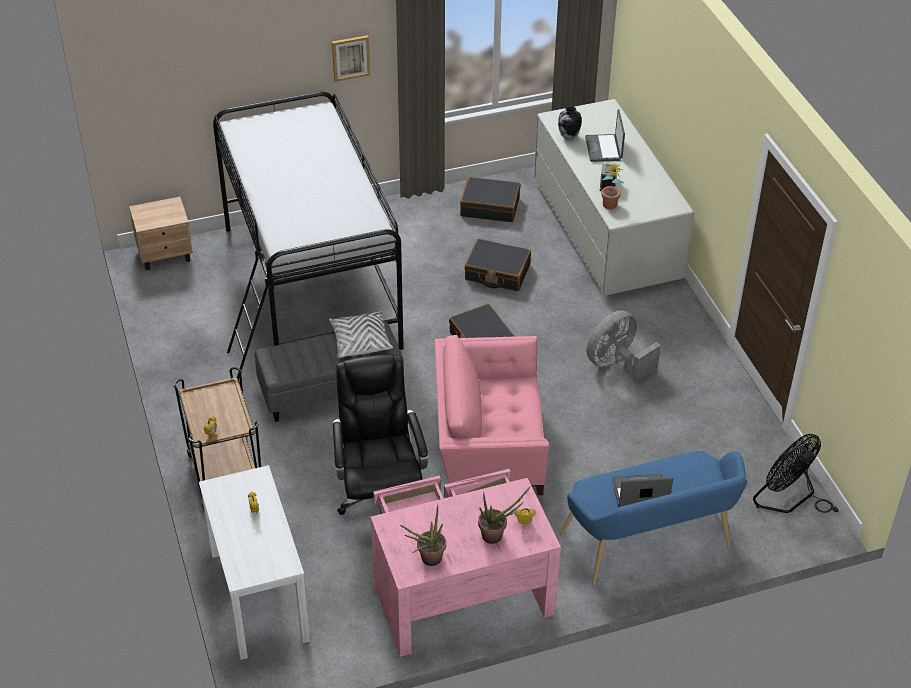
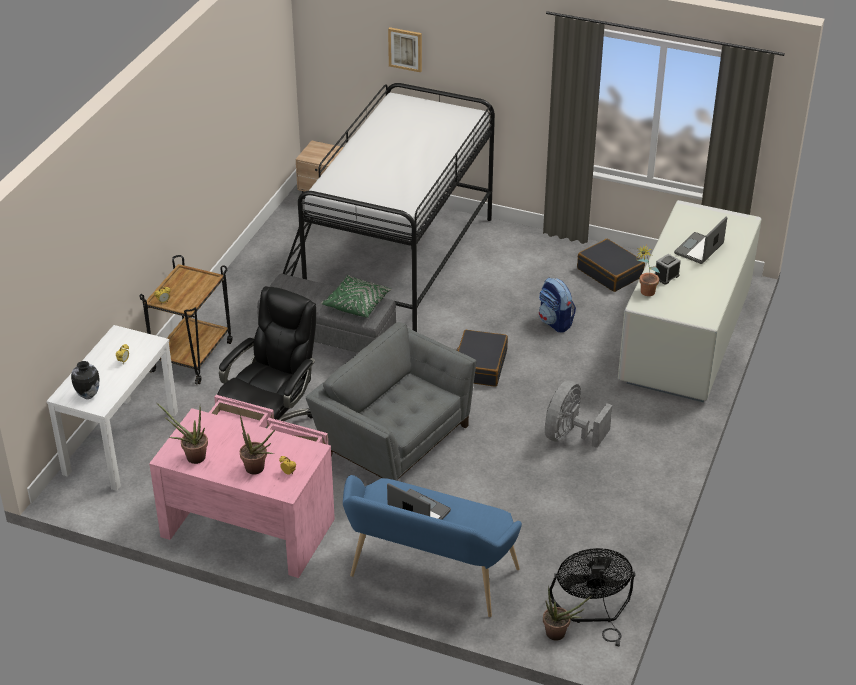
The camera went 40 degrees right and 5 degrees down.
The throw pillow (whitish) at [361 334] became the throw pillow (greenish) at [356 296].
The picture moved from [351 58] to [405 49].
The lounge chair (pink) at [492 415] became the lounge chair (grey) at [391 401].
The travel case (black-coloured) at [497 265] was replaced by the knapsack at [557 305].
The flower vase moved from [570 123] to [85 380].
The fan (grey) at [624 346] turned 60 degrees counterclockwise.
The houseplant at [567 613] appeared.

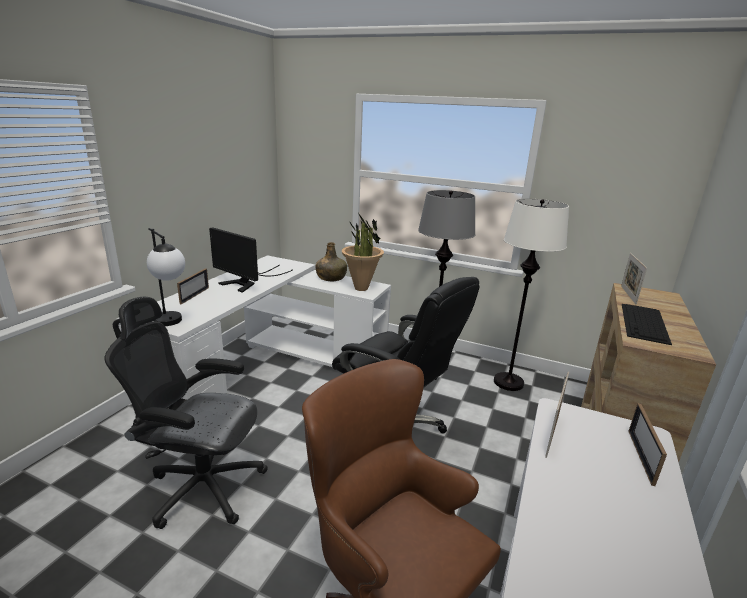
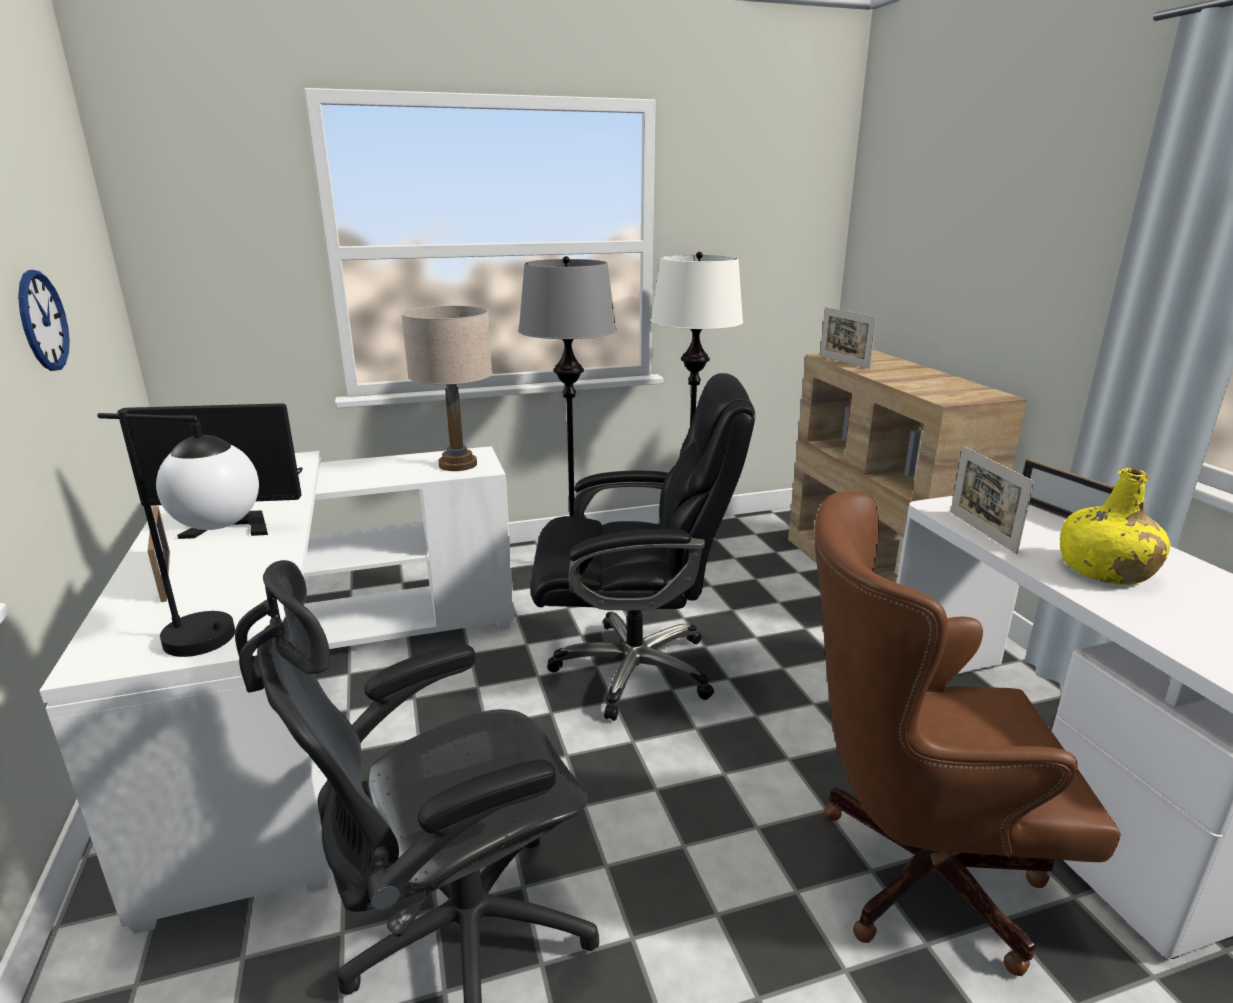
The camera went 40 degrees left and 0 degrees up.
The drink bottle (greenish) at [331 261] disappeared.
The houseplant at [363 252] was replaced by the table lamp (sand-coloured) at [446 388].
The PC keyboard at [647 324] disappeared.
The wall clock at [44 320] appeared.
The drink bottle (yellow-coloured) at [1115 526] appeared.

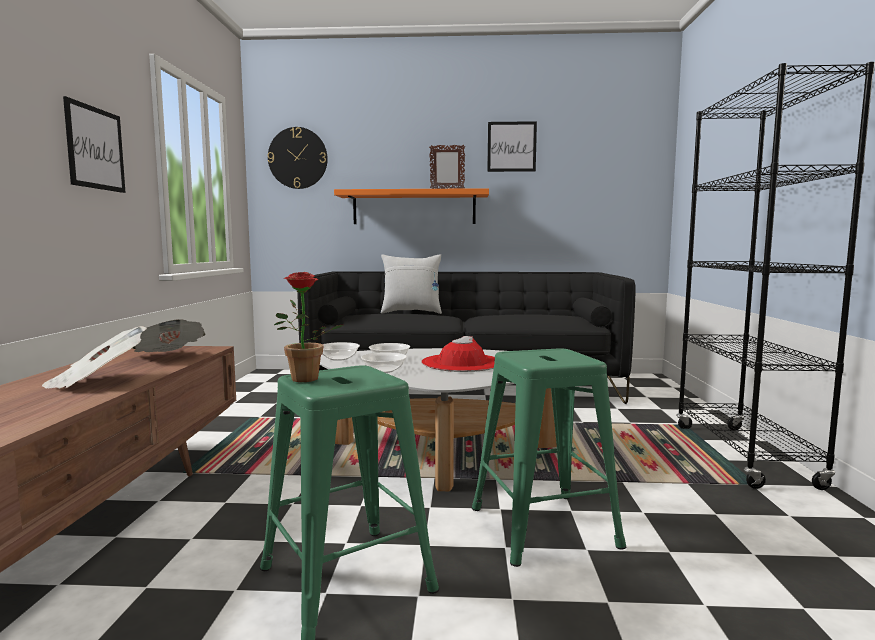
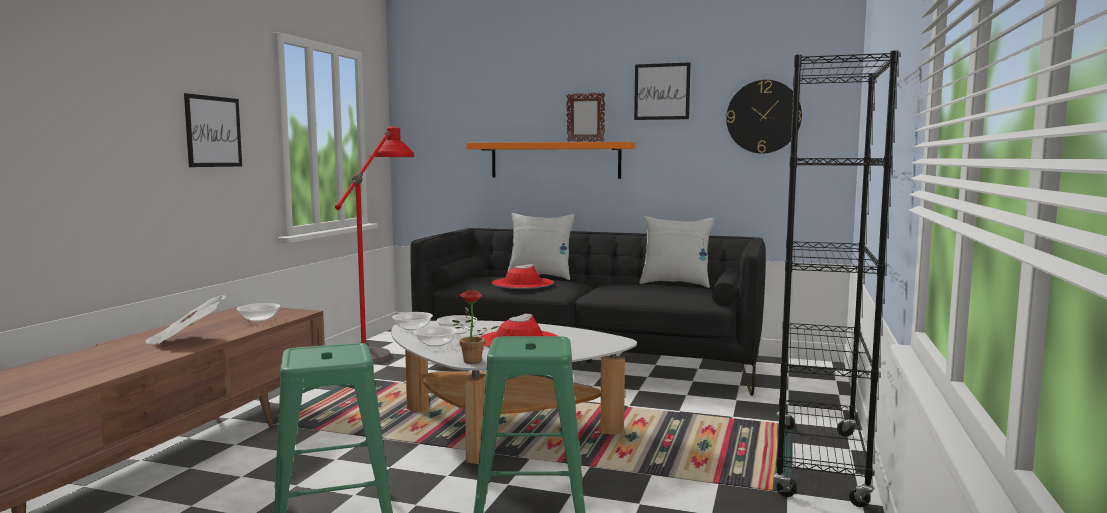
The camera went 15 degrees right and 0 degrees up.
The printed paper at [168 335] was replaced by the bowl at [258 312].
The wall clock moved from [297 158] to [764 117].
The houseplant moved from [308 327] to [475 327].
The floor lamp (red) at [374 245] appeared.
The hat (red) at [522 276] appeared.
The throw pillow (grey) at [676 252] appeared.

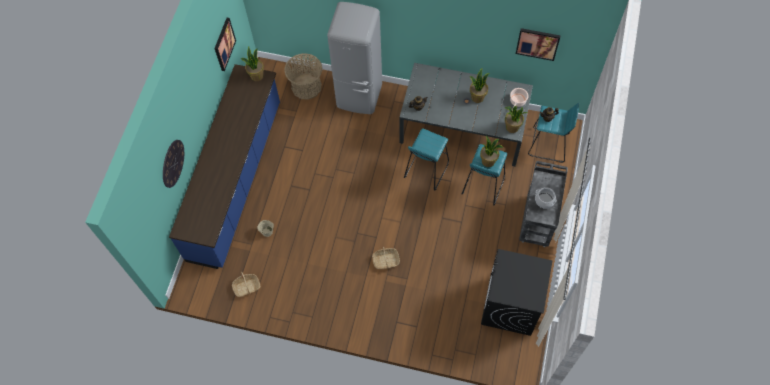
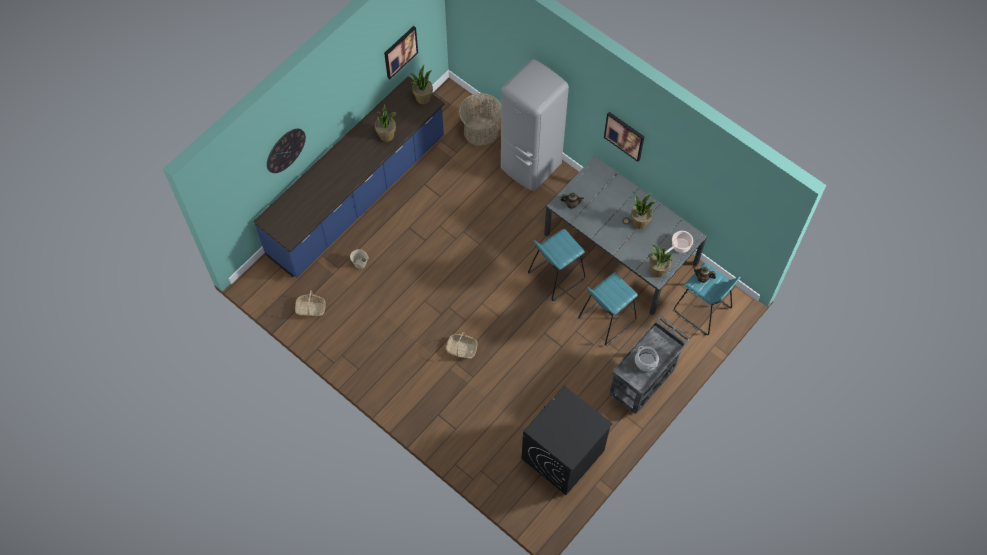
The camera went 25 degrees right and 0 degrees up.
The houseplant moved from [491 151] to [386 123].
The picture moved from [538 44] to [624 137].

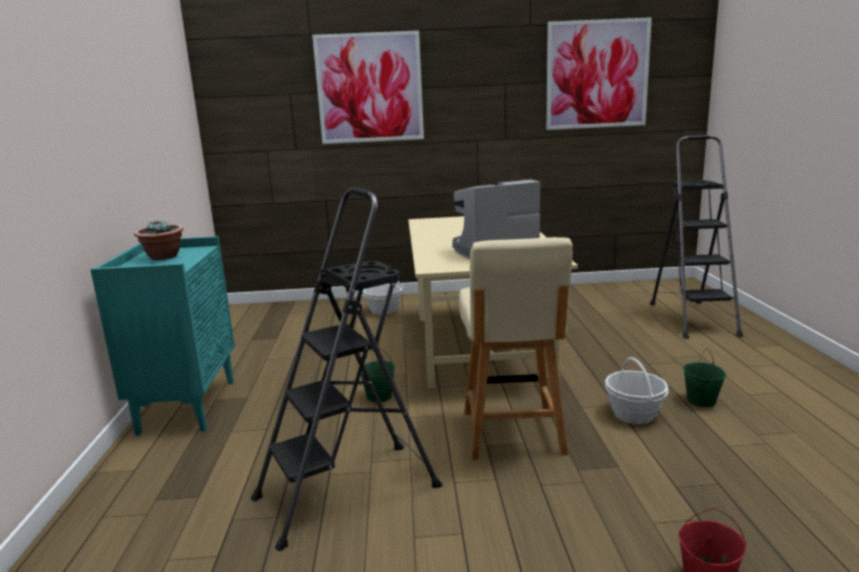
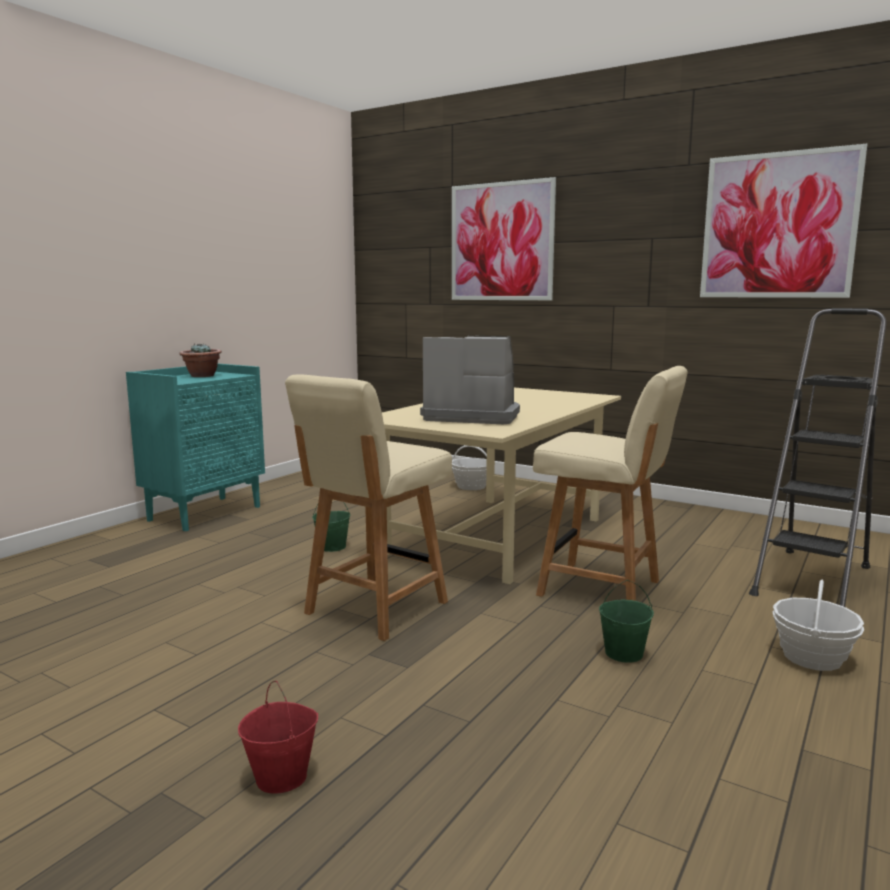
The camera went 35 degrees right and 5 degrees down.
The step stool at [347 369] disappeared.
The storage basket moved from [636 390] to [818 625].
The chair (sand-coloured) at [610 483] appeared.

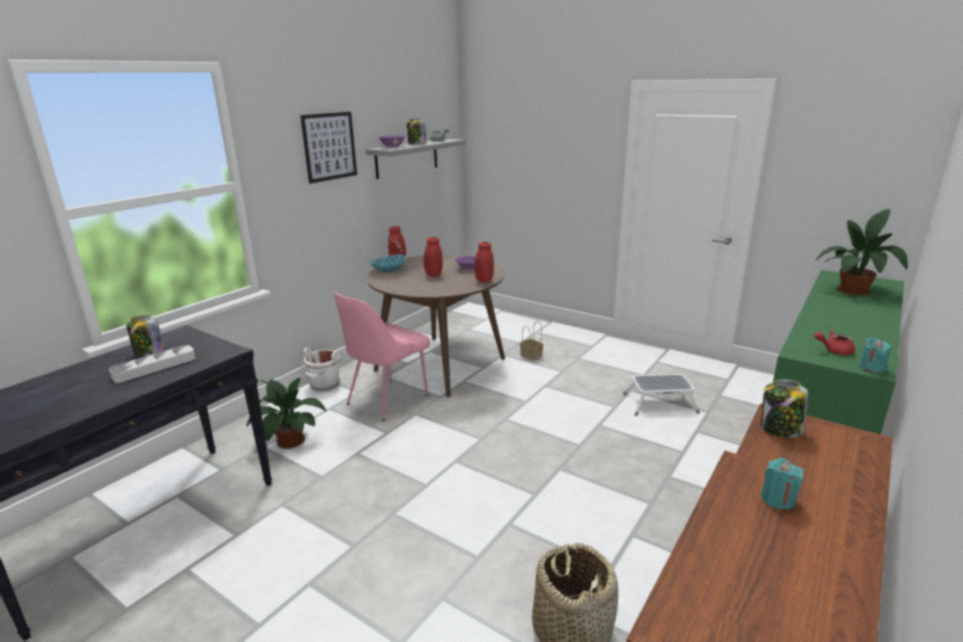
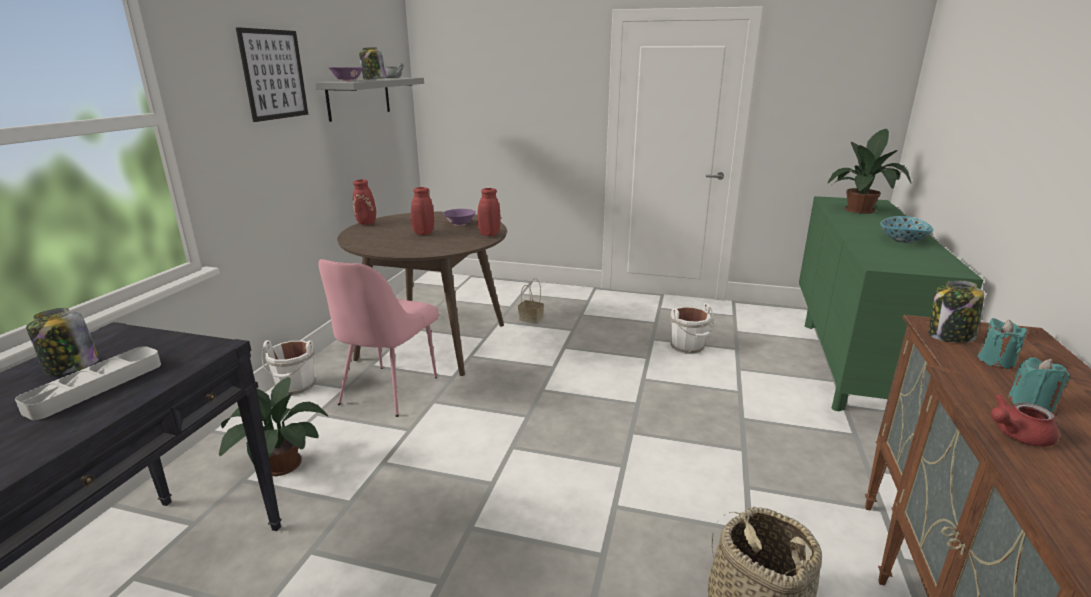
The camera went 20 degrees left and 0 degrees up.
The bowl moved from [387 263] to [906 229].
The step stool (grey) at [661 395] was replaced by the pail (whitish) at [692 328].
The teapot (red) moved from [834 342] to [1025 420].
The wax light (blue-green) moved from [875 355] to [1002 343].

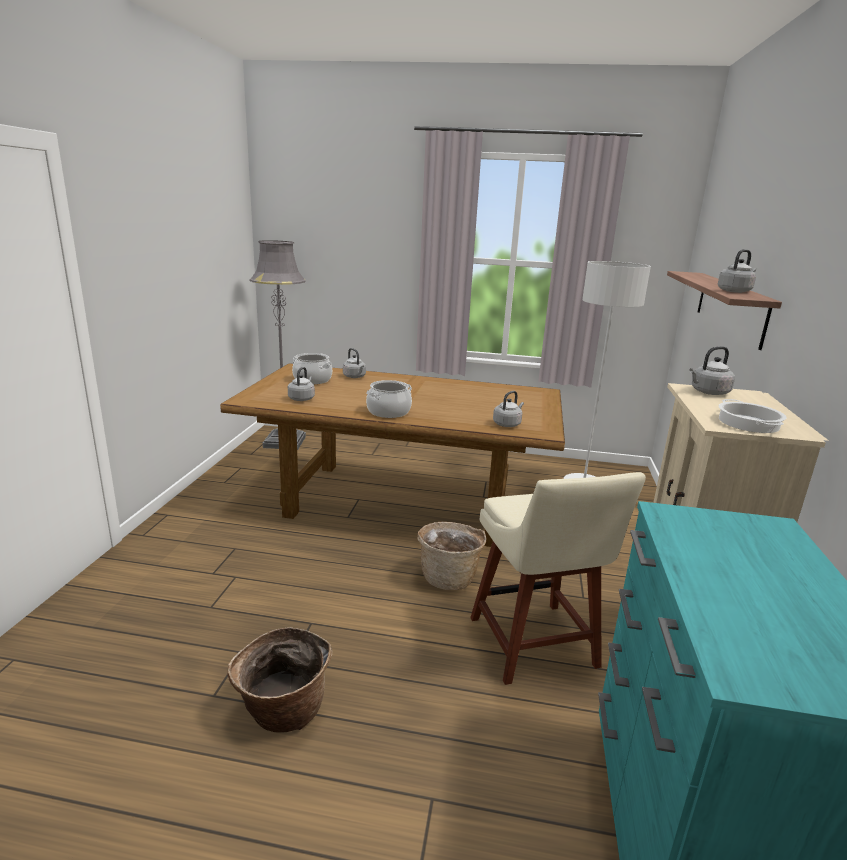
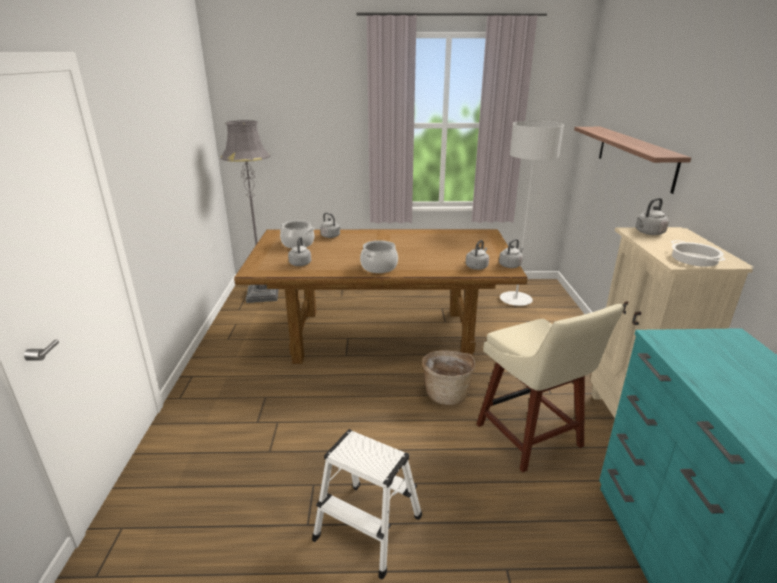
The camera went 10 degrees left and 5 degrees up.
The storage basket at [280 680] was replaced by the step stool (whitish) at [367 504].
The kettle (grey) moved from [737 271] to [511 253].

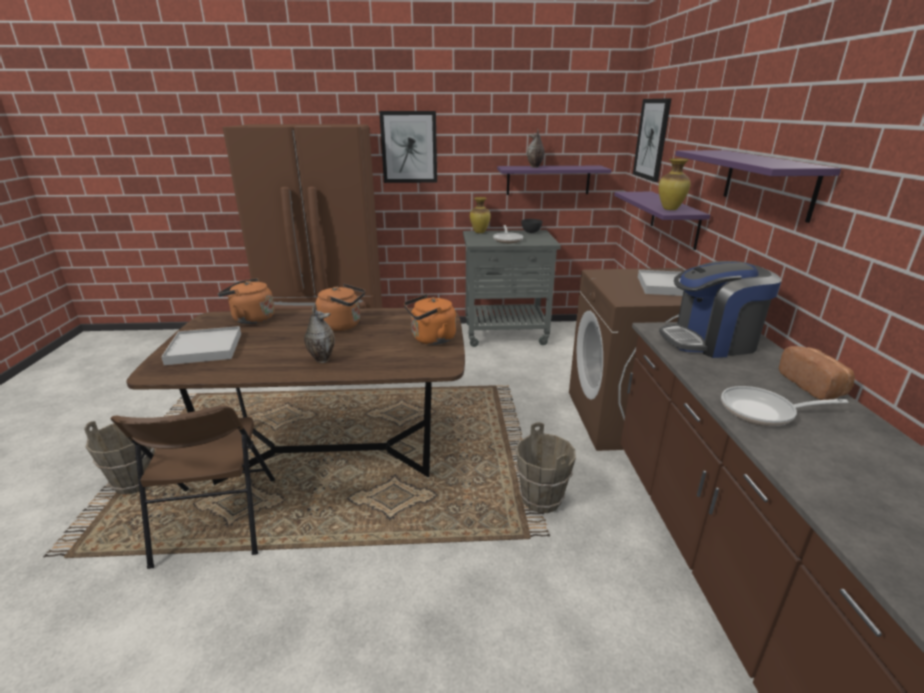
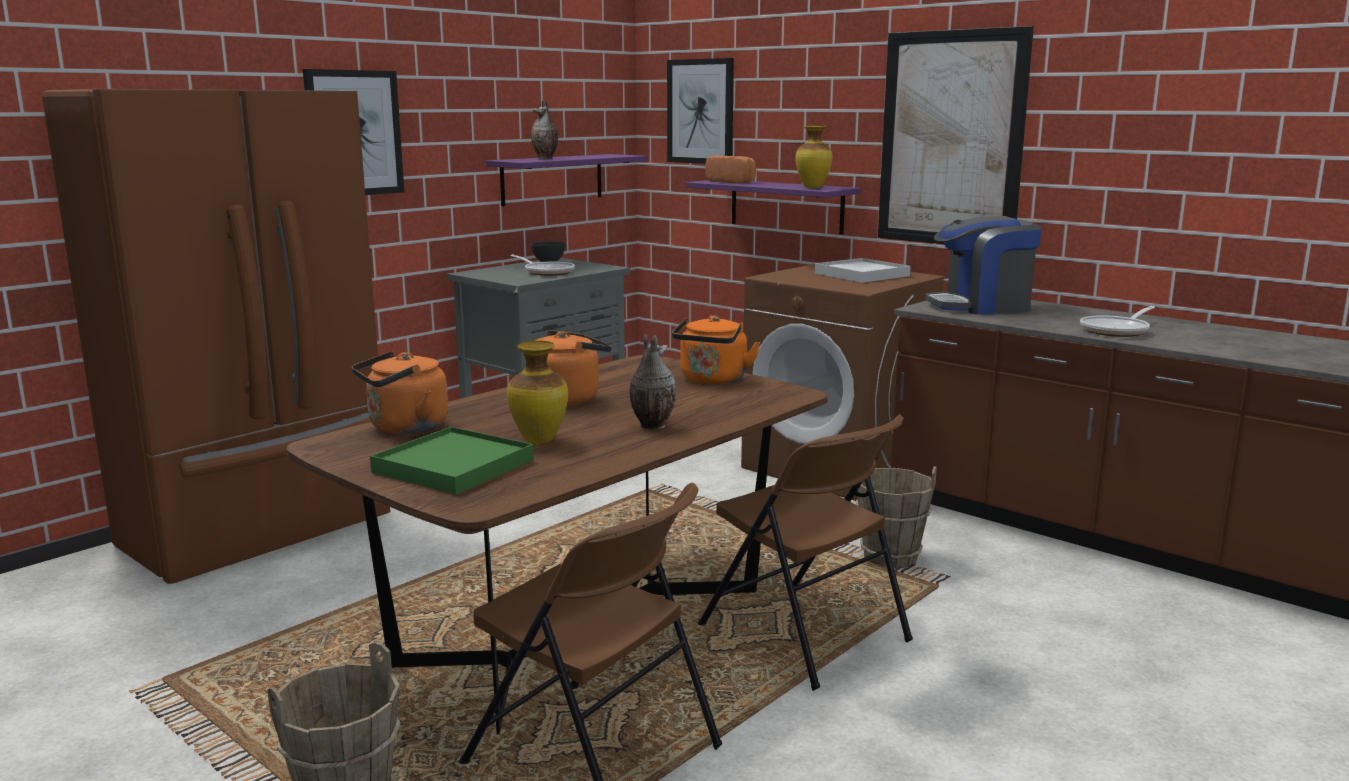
The camera went 45 degrees left and 10 degrees down.
The carrying tray (whitish) at [201 345] became the carrying tray (greenish) at [452 461].
The flower vase moved from [480 215] to [537 392].
The coffee brewer at [720 309] turned 45 degrees clockwise.
The shelf (purple) at [758 186] was replaced by the picture at [956 135].
The bakery bread moved from [817 373] to [730 170].
The chair (brown) at [805 552] appeared.

